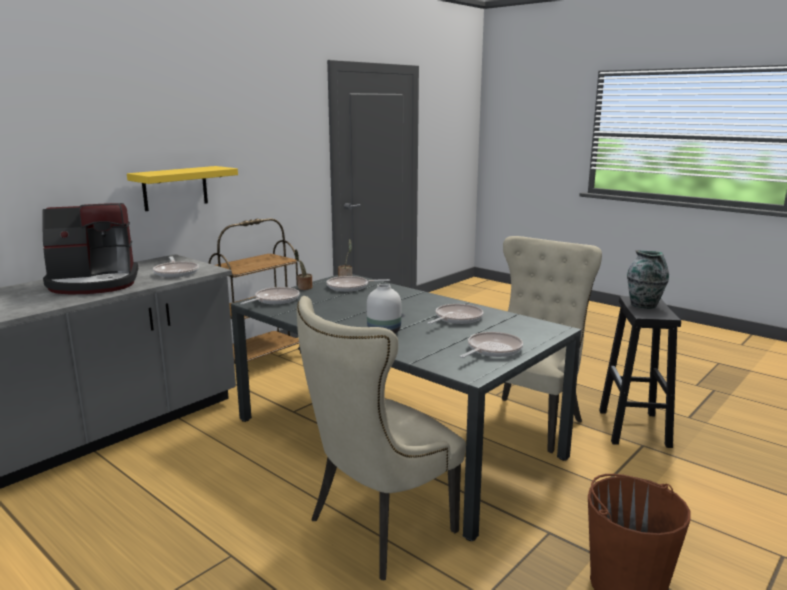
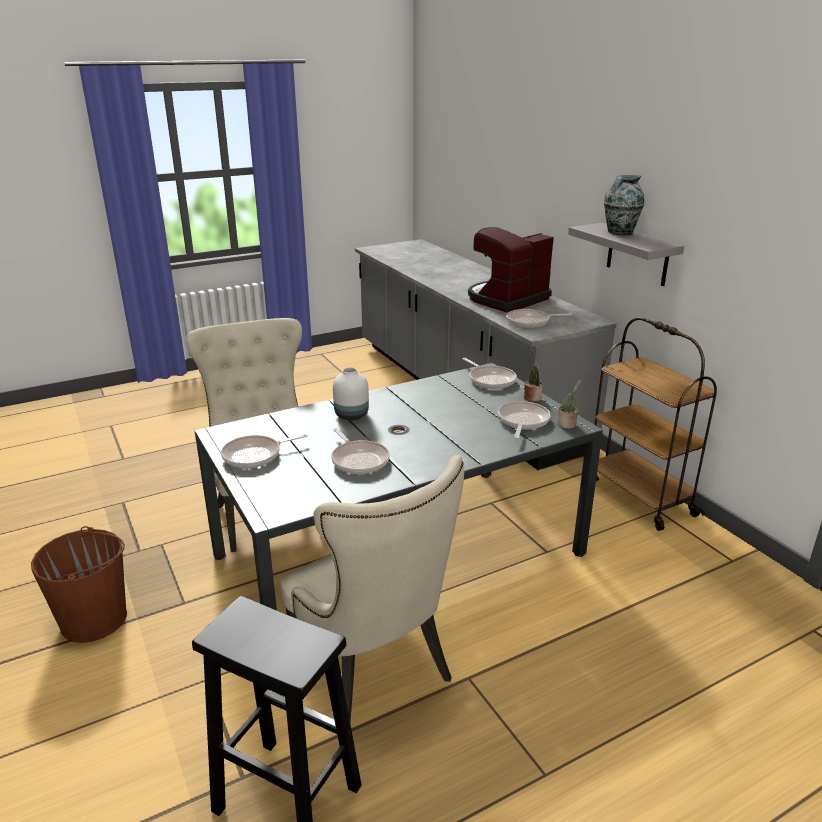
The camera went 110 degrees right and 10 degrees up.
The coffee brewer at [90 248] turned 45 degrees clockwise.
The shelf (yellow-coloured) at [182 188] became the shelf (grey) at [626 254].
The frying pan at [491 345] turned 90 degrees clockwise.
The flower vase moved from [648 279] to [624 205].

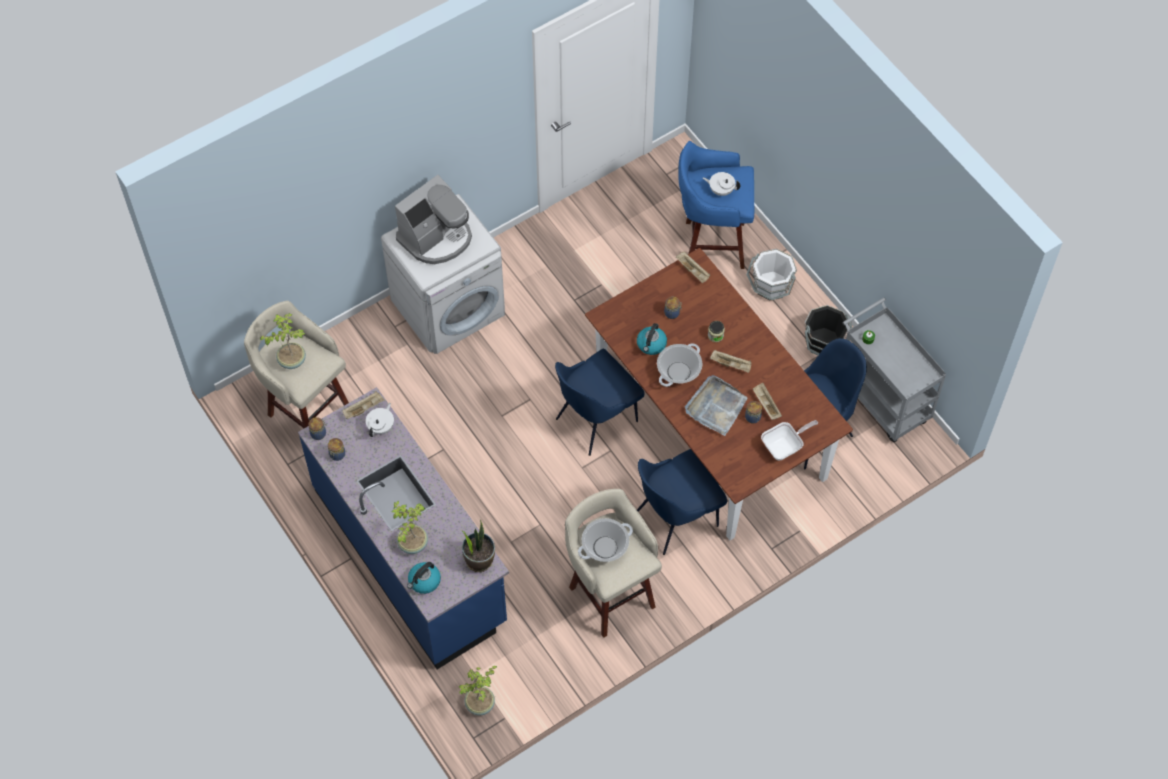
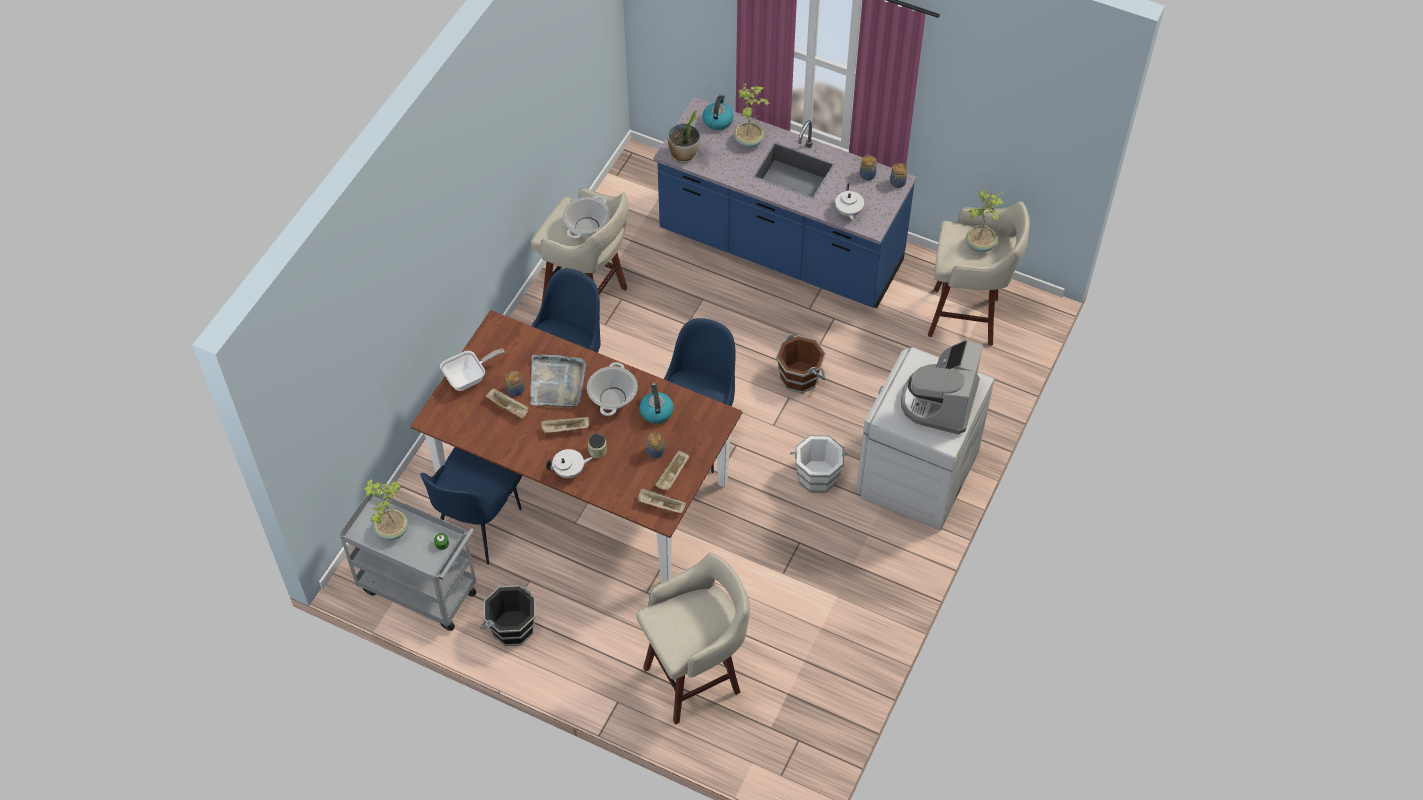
The camera went 150 degrees right and 5 degrees down.
The carrying tray (sand-coloured) moved from [363 405] to [672 470].
The houseplant moved from [477 690] to [385 510].
The stool (bluish) at [716 205] became the stool (sand-coloured) at [693 639].
The teapot (whitish) moved from [722 184] to [569 463].
The pail (whitish) moved from [771 274] to [819 464].
The frying pan at [789 440] turned 150 degrees counterclockwise.
The pail (brown) at [801 363] appeared.

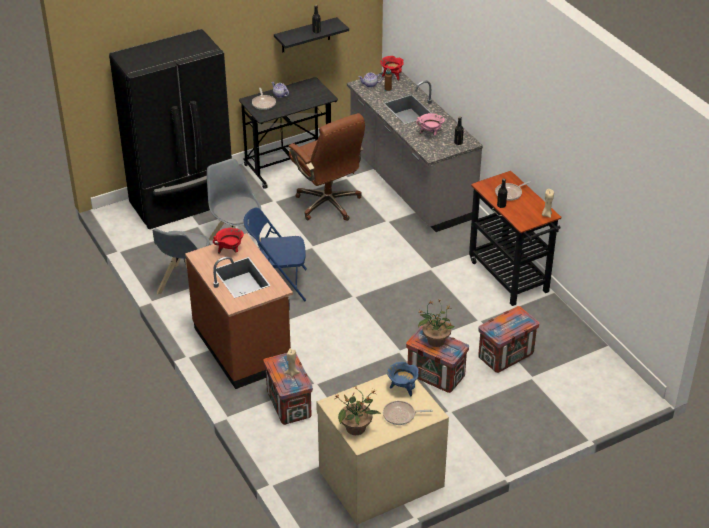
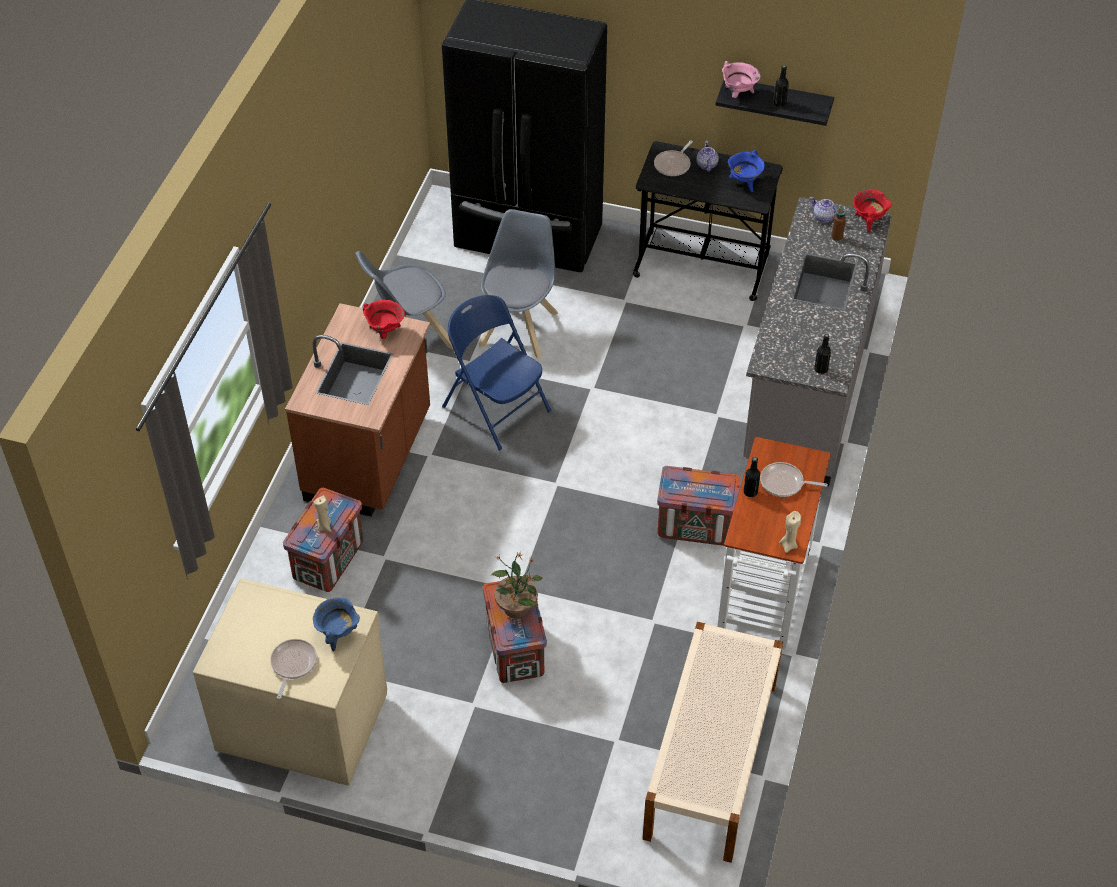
The camera went 45 degrees right and 10 degrees up.
The computer chair (brown) at [327 167] disappeared.
The houseplant at [358 411] disappeared.
The frying pan at [408 413] turned 60 degrees clockwise.
The stockpot (pink) moved from [430 124] to [741 79].
The trolley (black-coloured) at [515 238] became the trolley (whitish) at [774 543].
The packing crate moved from [508 339] to [699 506].
The bench (sand-coloured) at [712 742] appeared.
The stockpot (bluish) at [746 171] appeared.

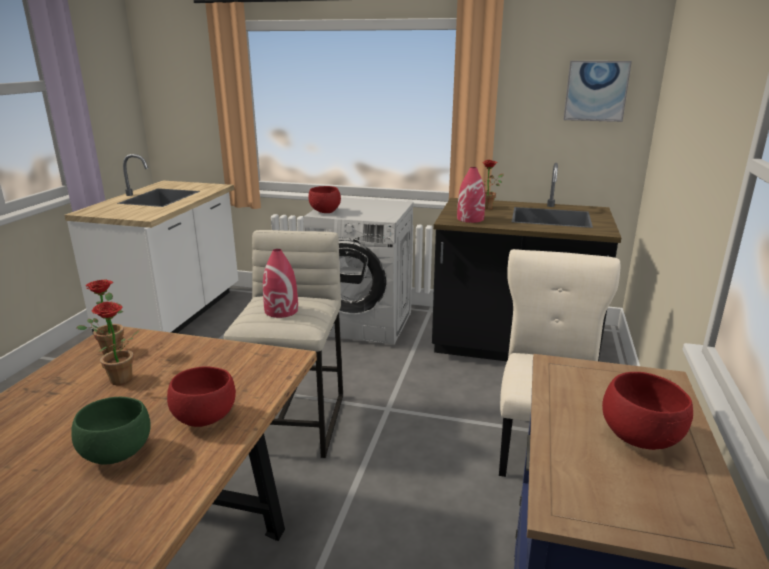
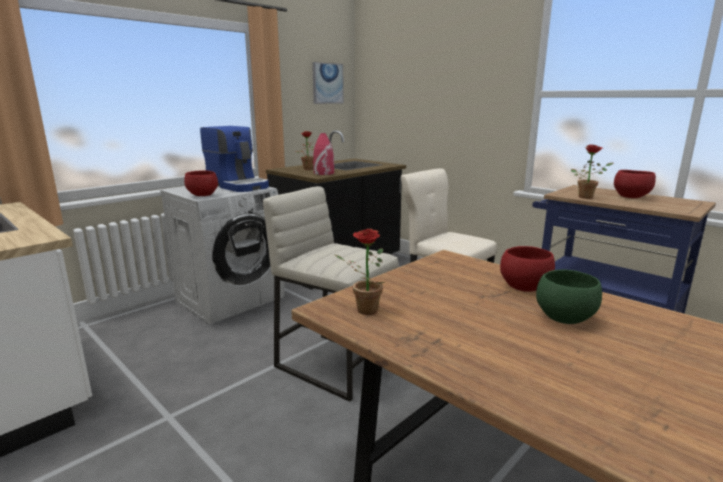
The camera went 60 degrees left and 5 degrees down.
The houseplant moved from [116 343] to [592 171].
The flower vase (red) at [280 283] disappeared.
The coffee brewer at [234 159] appeared.

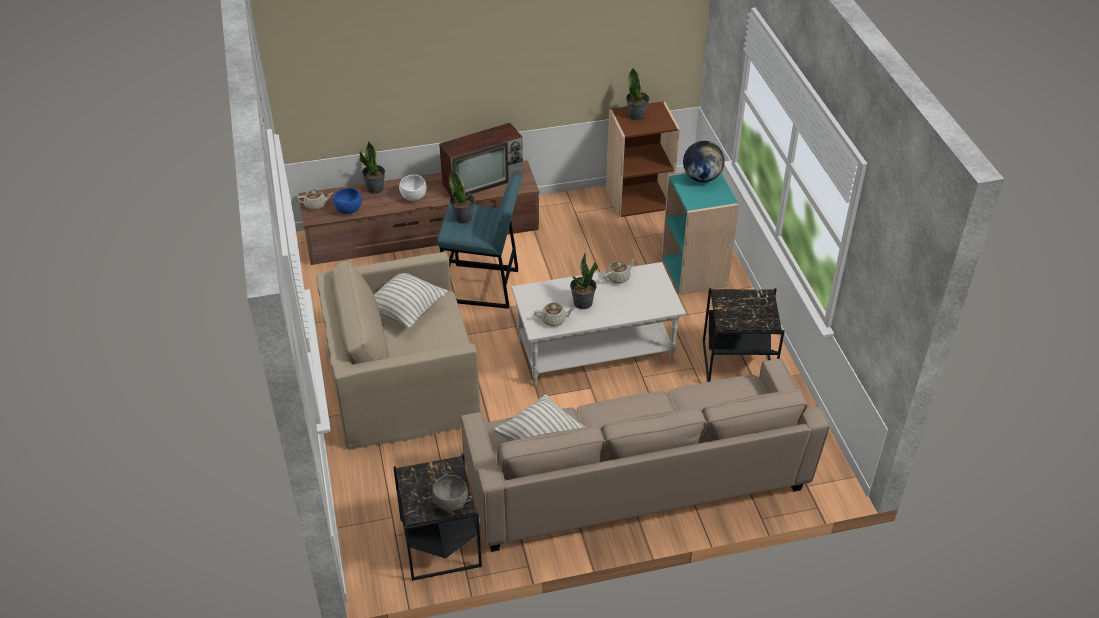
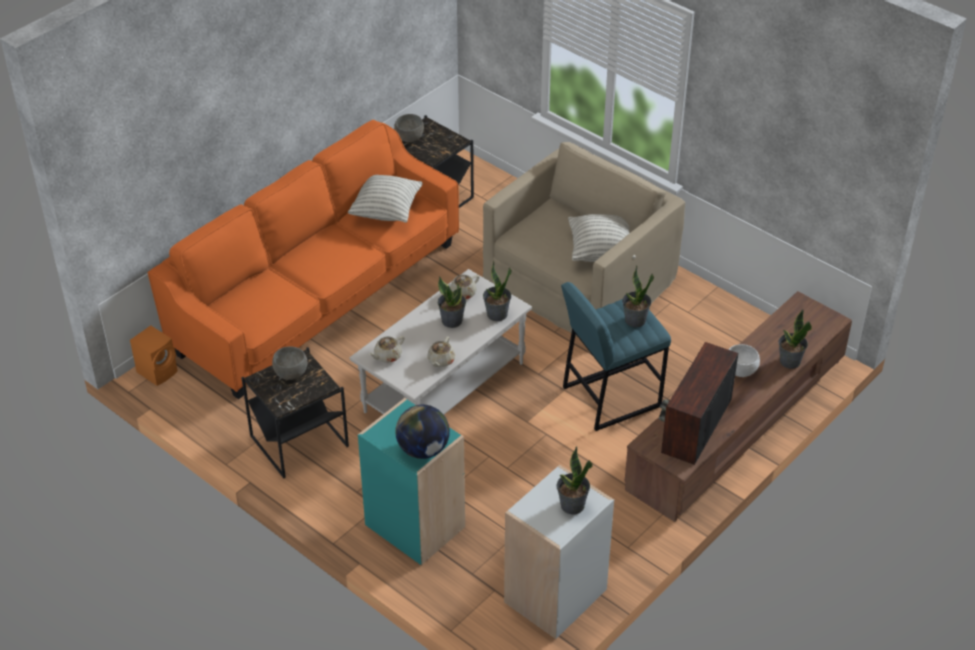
The camera went 145 degrees right and 0 degrees up.
The teapot (sand-coloured) moved from [315 199] to [387 349].
The bowl (bluish) at [347 201] disappeared.
The couch (sand-coloured) at [645 455] became the couch (orange-coloured) at [303 259].
The shelving unit (brown) at [643 159] became the shelving unit (whitish) at [559 551].
The audio speaker (orange-coloured) at [154 355] appeared.
The bowl (grey) at [289 363] appeared.
The houseplant at [497 291] appeared.

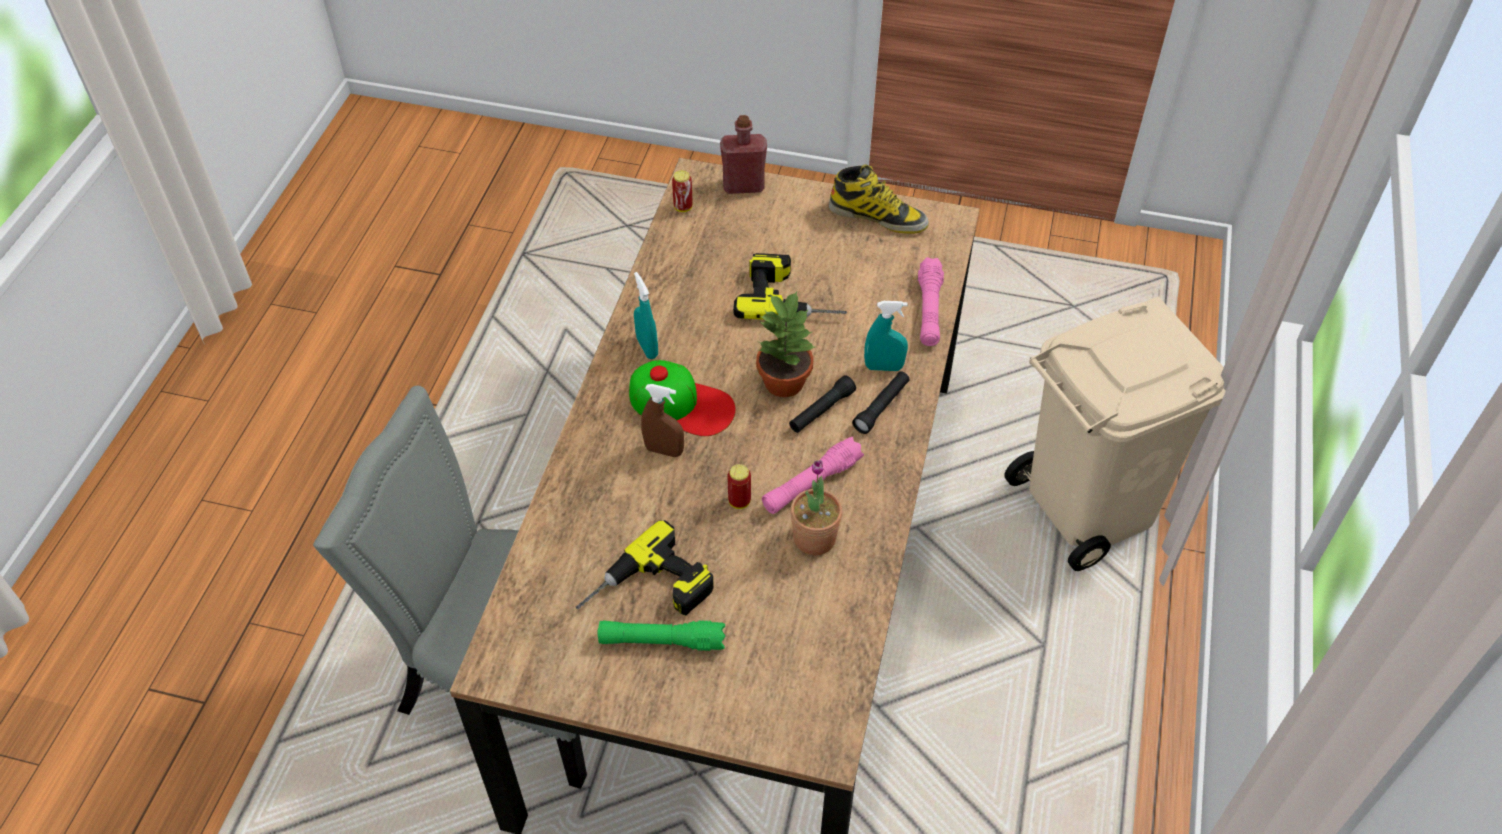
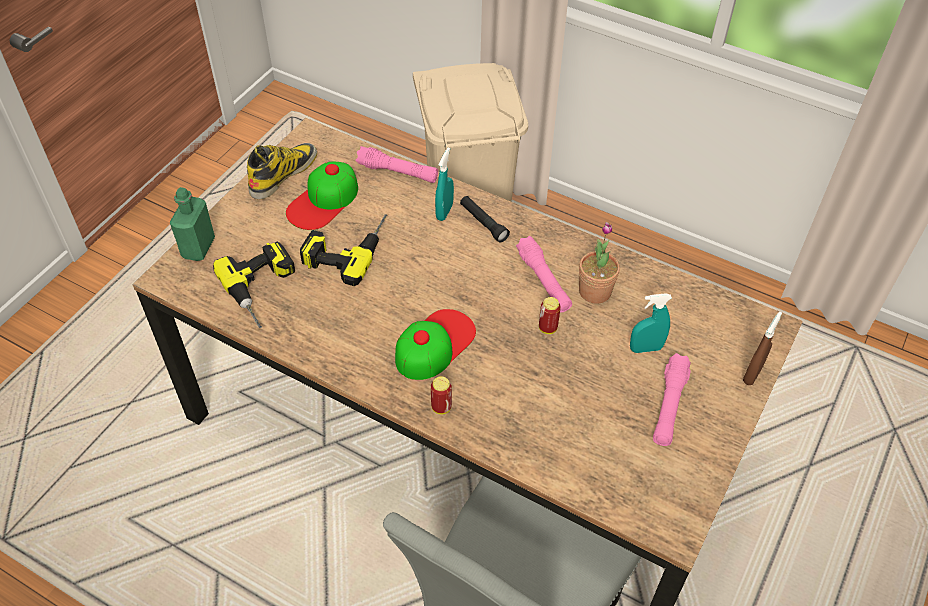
The camera went 75 degrees left and 0 degrees up.
The power drill moved from [645 568] to [254 285].
The torch (greenish) at [661 635] became the torch (pink) at [672 399].
The spray bottle (blue-green) moved from [646 315] to [651 323].
The spray bottle (brown) moved from [662 420] to [762 348].
The metal can moved from [682 191] to [441 395].
The drink bottle (red) at [743 154] became the drink bottle (greenish) at [192 224].
The houseplant at [785 344] disappeared.
The torch (black-coloured) at [822 404] disappeared.
The peaked cap at [322 196] appeared.

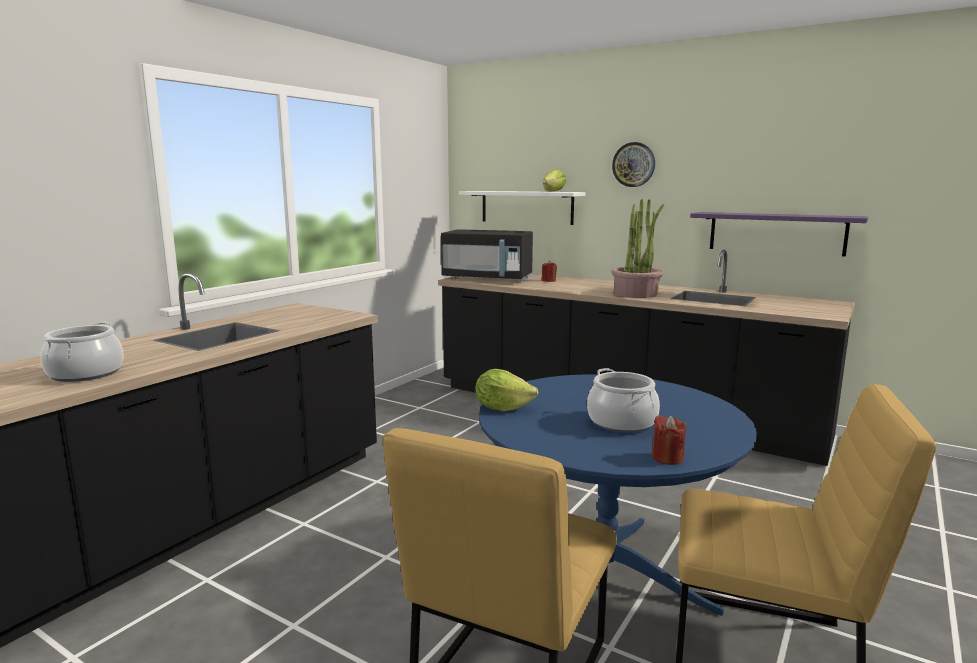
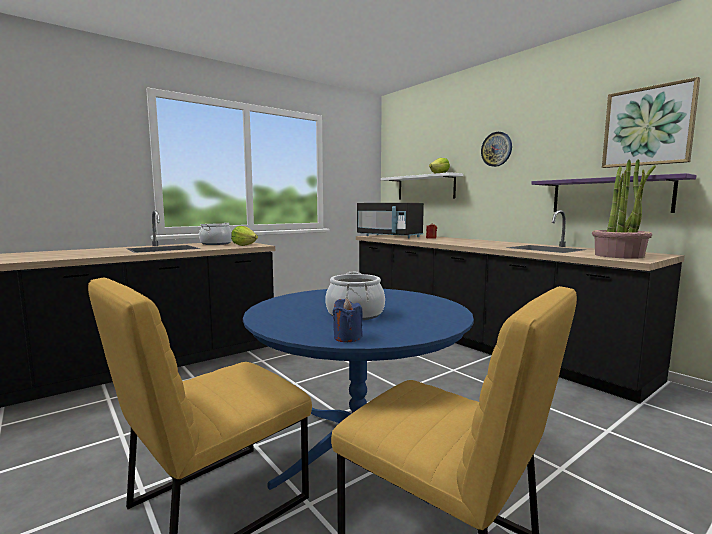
The camera went 20 degrees right and 5 degrees down.
The stockpot moved from [82 352] to [215 234].
The lettuce moved from [506 390] to [244 236].
The houseplant moved from [638 248] to [624 209].
The wax light (red) at [669 440] became the wax light (bluish) at [348 320].
The picture at [651 122] appeared.

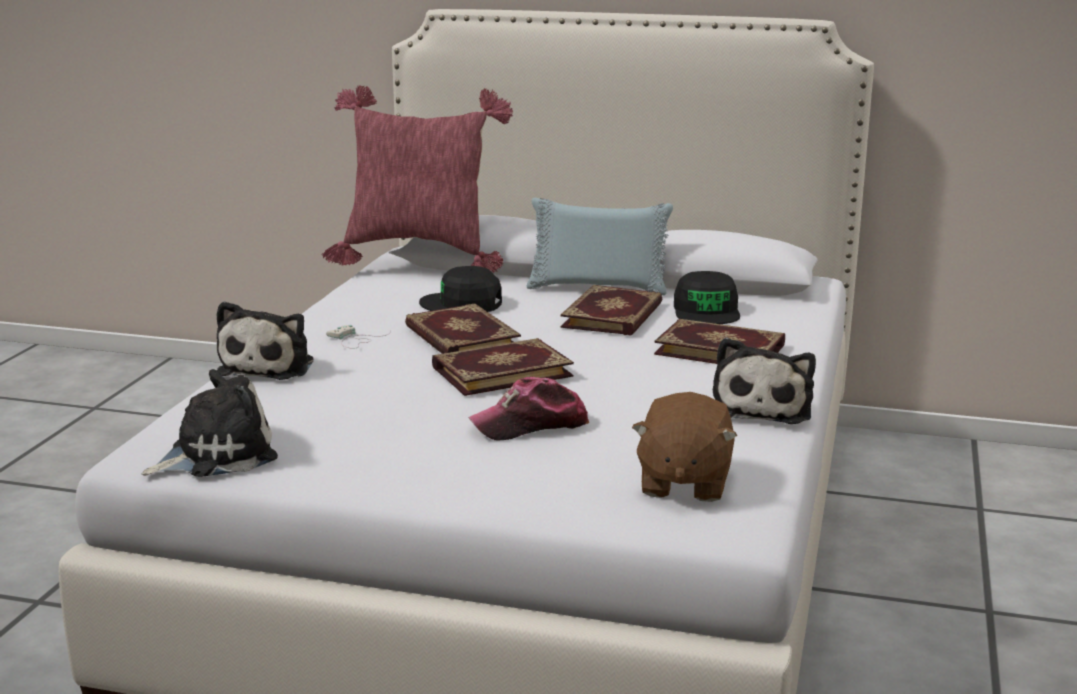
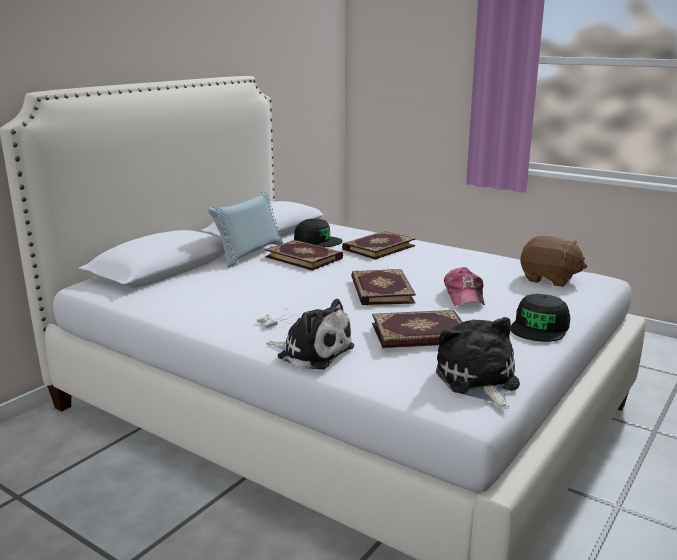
The camera went 70 degrees left and 0 degrees up.
The throw pillow (red) at [417 179] disappeared.
The volume moved from [463 329] to [417 329].
The peaked cap (black-coloured) moved from [460 289] to [540 318].
The cuddly toy at [764 380] disappeared.

